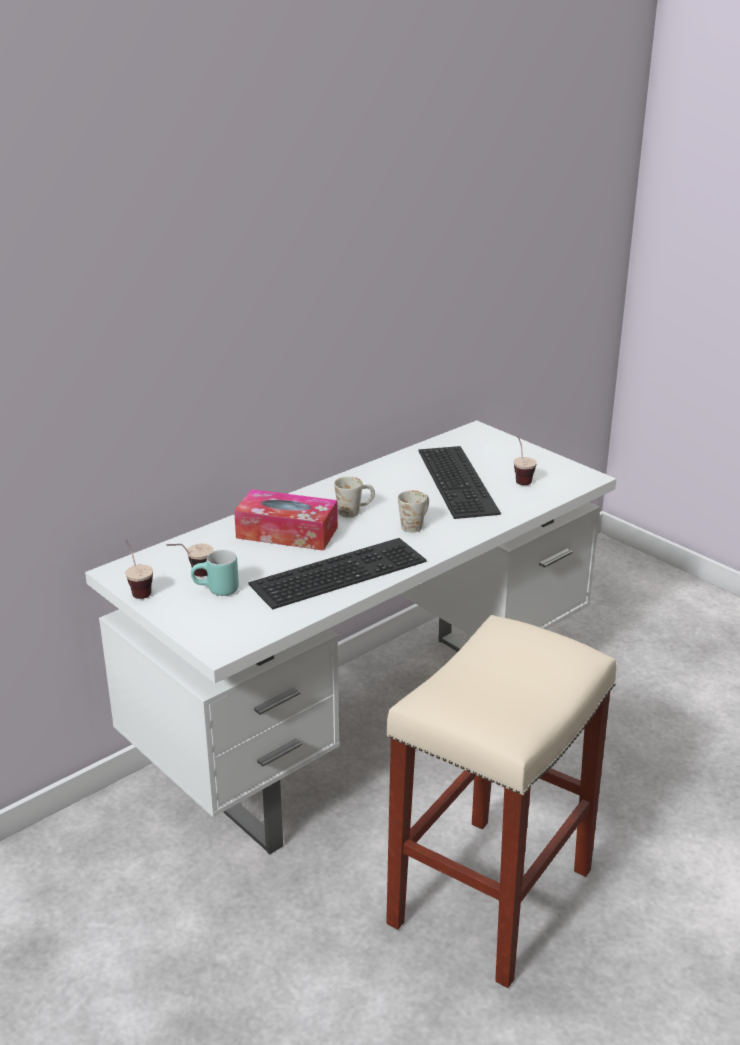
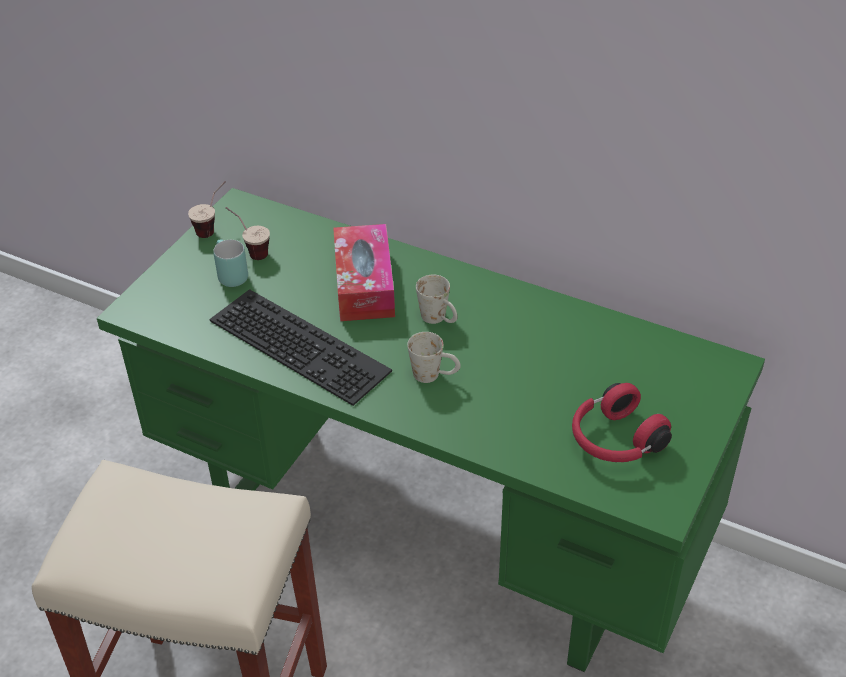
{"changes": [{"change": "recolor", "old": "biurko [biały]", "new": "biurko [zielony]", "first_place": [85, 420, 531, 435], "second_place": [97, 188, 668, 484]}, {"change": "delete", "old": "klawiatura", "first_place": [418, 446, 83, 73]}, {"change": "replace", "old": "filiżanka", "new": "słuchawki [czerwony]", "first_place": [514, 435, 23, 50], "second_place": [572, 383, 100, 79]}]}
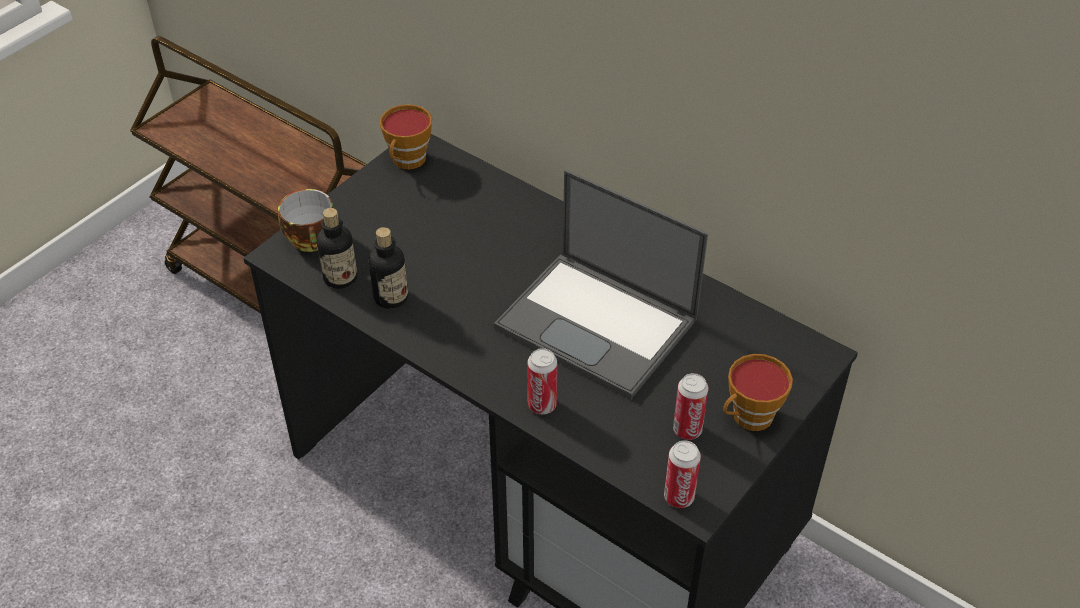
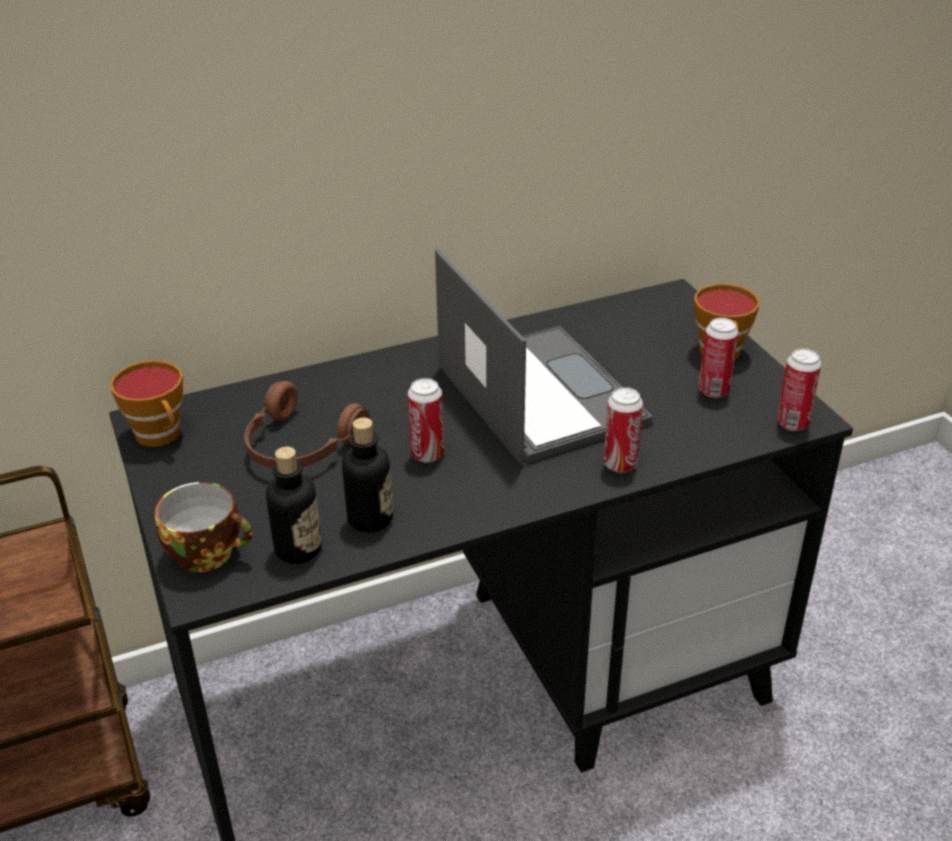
{"changes": [{"change": "rotate", "old": "laptop", "first_place": [494, 170, 214, 229], "second_place": [435, 249, 218, 216], "degrees": -90}, {"change": "insert", "new": "słuchawki [brązowy]", "second_place": [244, 381, 126, 87]}, {"change": "insert", "new": "puszka", "second_place": [408, 378, 36, 85]}]}
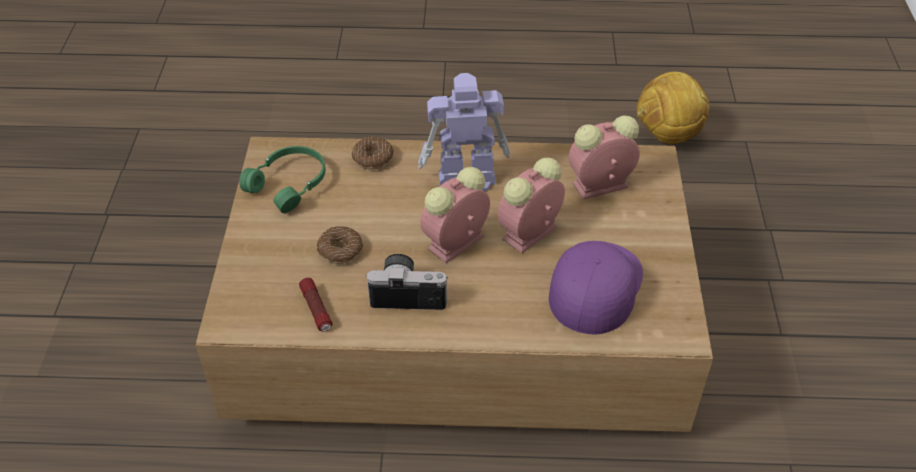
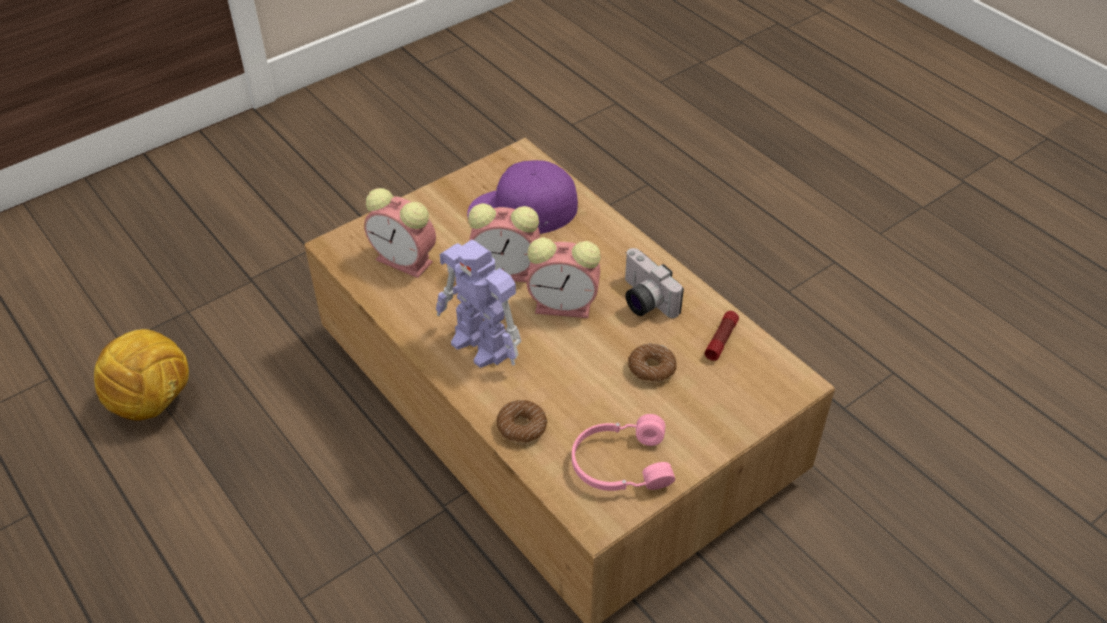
{"changes": [{"change": "recolor", "old": "słuchawki [zielony]", "new": "słuchawki [różowy]", "first_place": [239, 146, 87, 67], "second_place": [572, 414, 103, 77]}]}
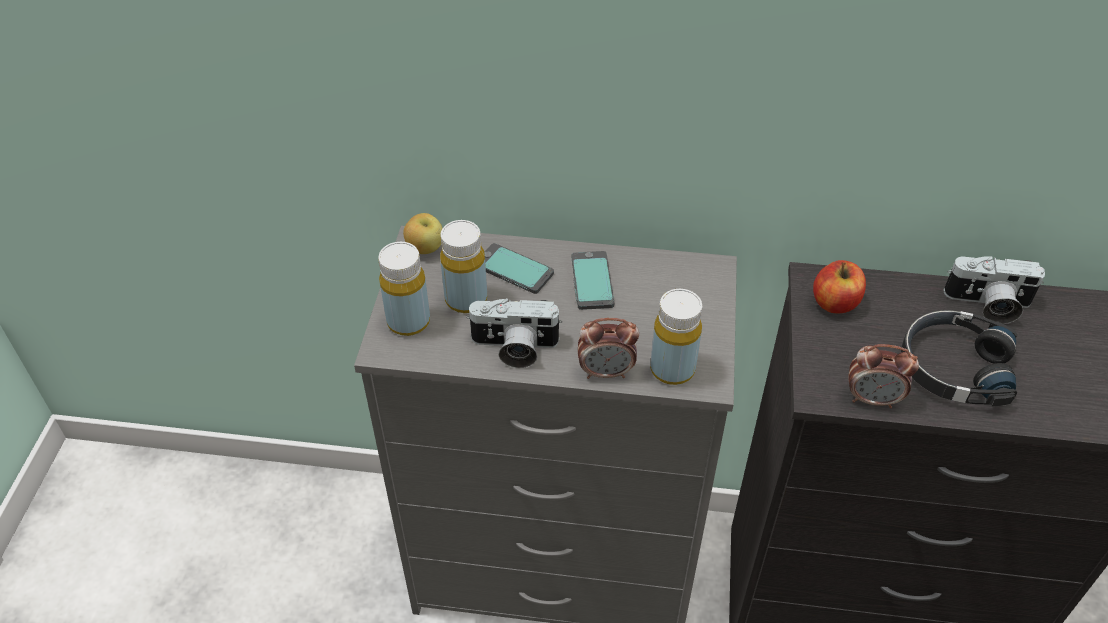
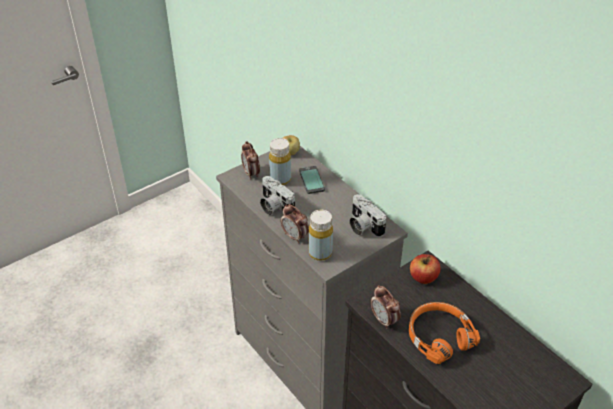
{"changes": [{"change": "replace", "old": "butelka [żółty]", "new": "budzik", "first_place": [378, 242, 52, 94], "second_place": [241, 141, 19, 39]}, {"change": "delete", "old": "telefon", "first_place": [572, 251, 42, 59]}, {"change": "recolor", "old": "słuchawki [czarny]", "new": "słuchawki [pomarańczowy]", "first_place": [901, 310, 116, 97], "second_place": [409, 302, 71, 62]}, {"change": "move", "old": "aparat fotograficzny", "first_place": [943, 256, 102, 68], "second_place": [350, 194, 36, 43]}]}
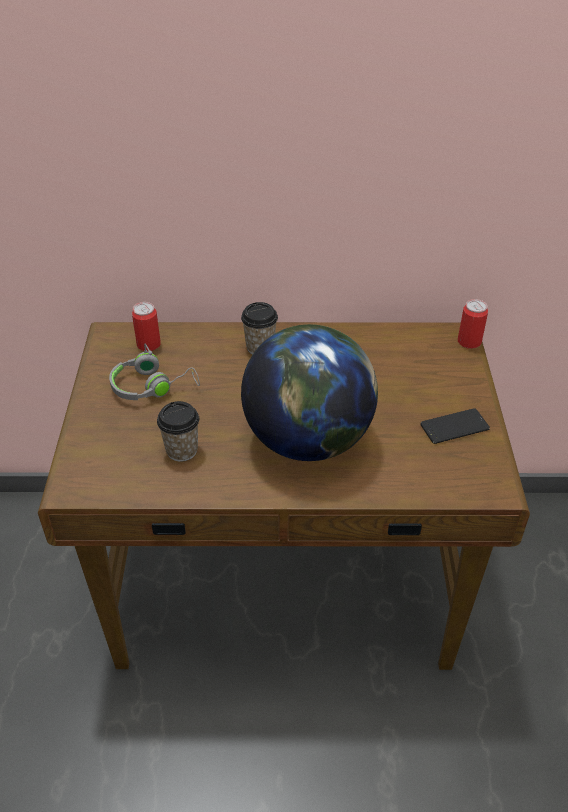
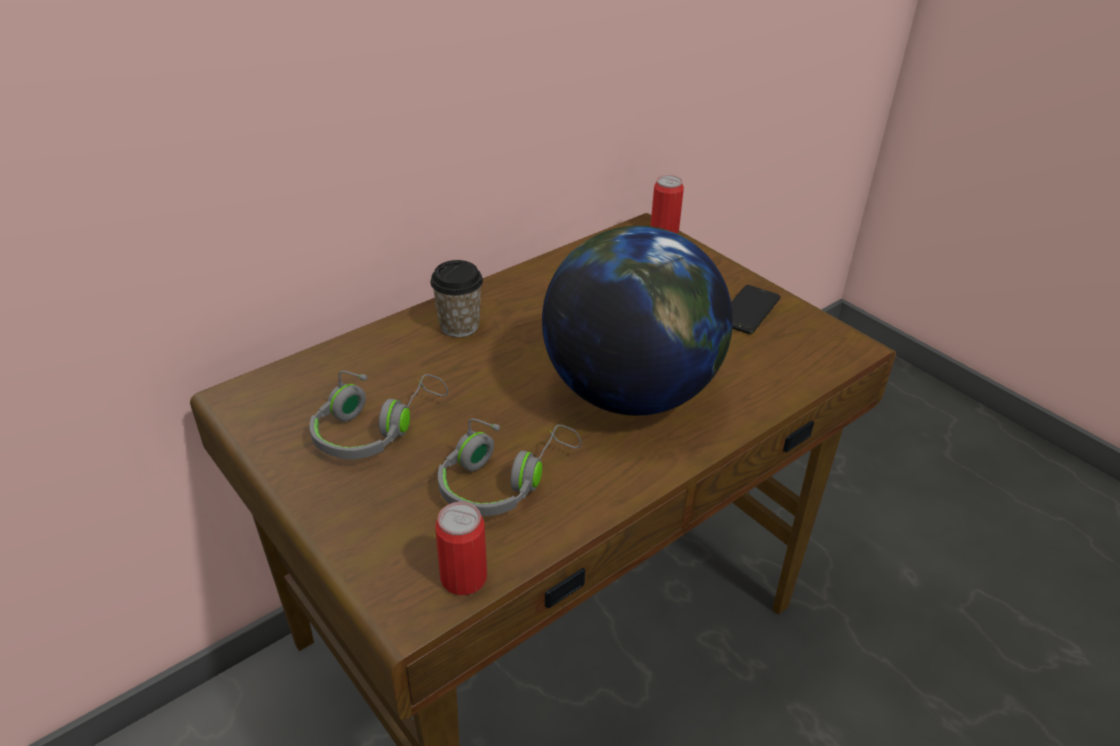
{"changes": [{"change": "move", "old": "puszka", "first_place": [132, 302, 29, 49], "second_place": [435, 502, 52, 93]}, {"change": "replace", "old": "filiżanka", "new": "słuchawki [szary]", "first_place": [157, 401, 42, 60], "second_place": [438, 419, 144, 97]}]}
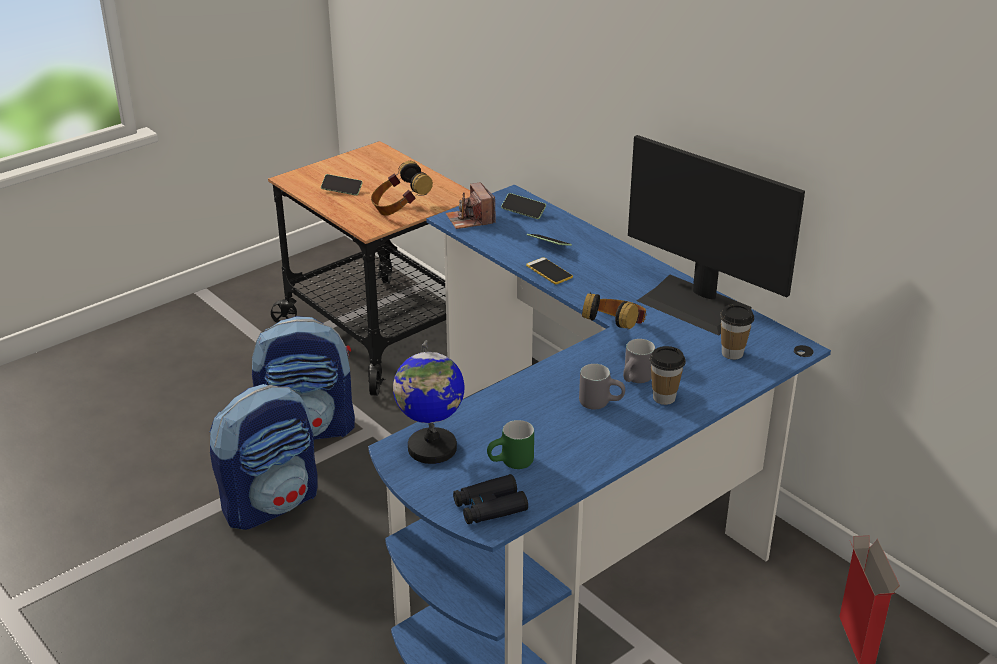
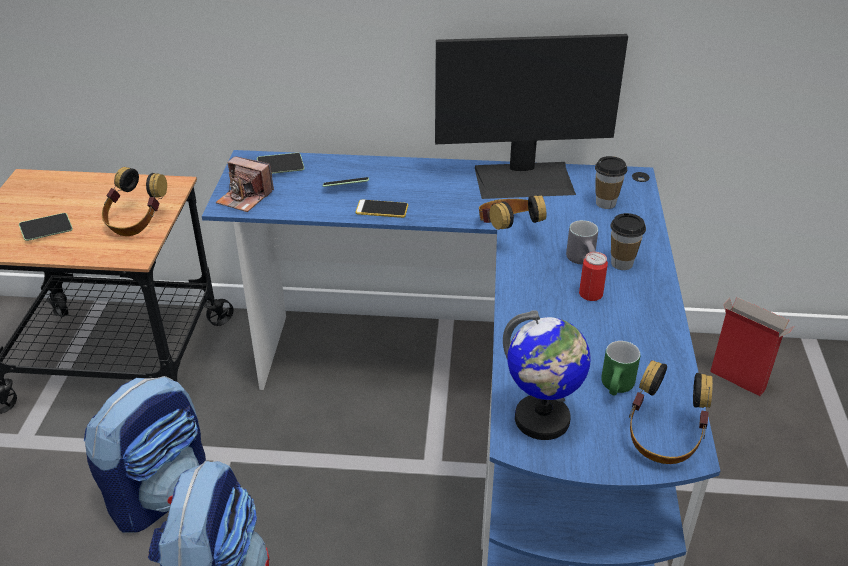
{"changes": [{"change": "replace", "old": "lornetka [czarny]", "new": "słuchawki", "first_place": [453, 474, 75, 50], "second_place": [629, 360, 84, 104]}, {"change": "replace", "old": "kubek [szary]", "new": "puszka", "first_place": [579, 364, 46, 46], "second_place": [579, 252, 29, 49]}]}
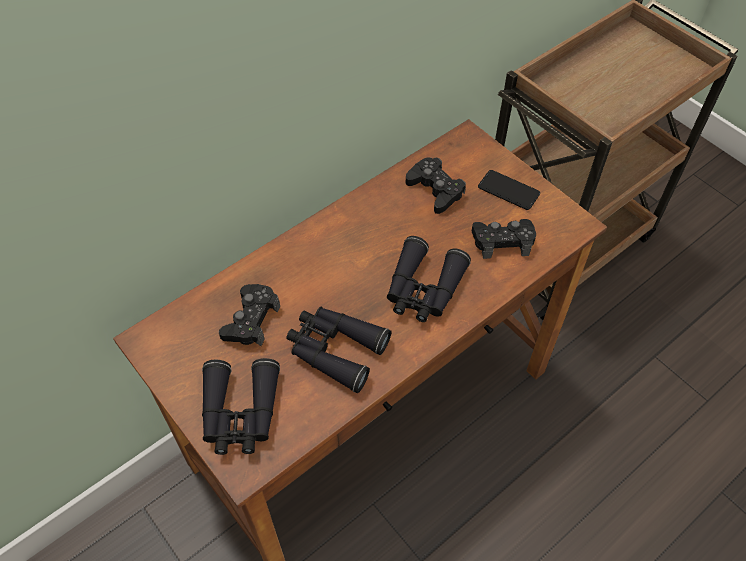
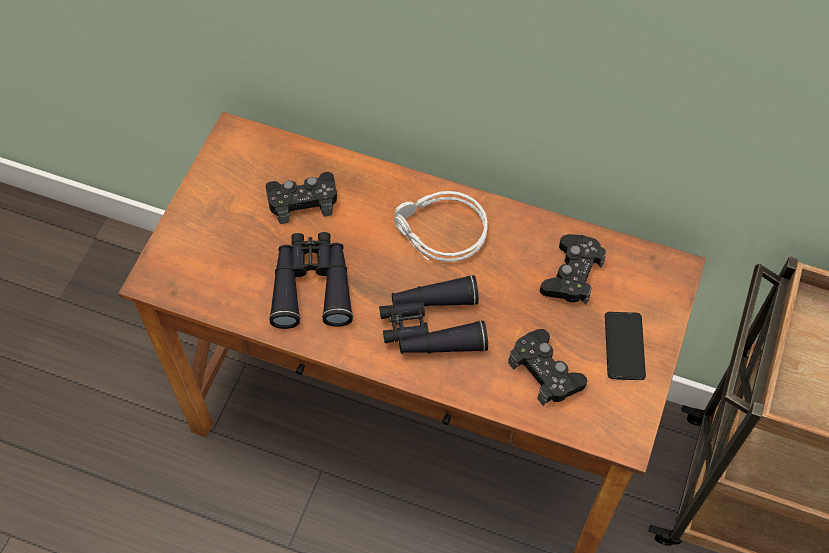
{"changes": [{"change": "delete", "old": "lornetka [czarny]", "first_place": [202, 358, 78, 97]}, {"change": "insert", "new": "słuchawki [szary]", "second_place": [394, 191, 94, 71]}]}
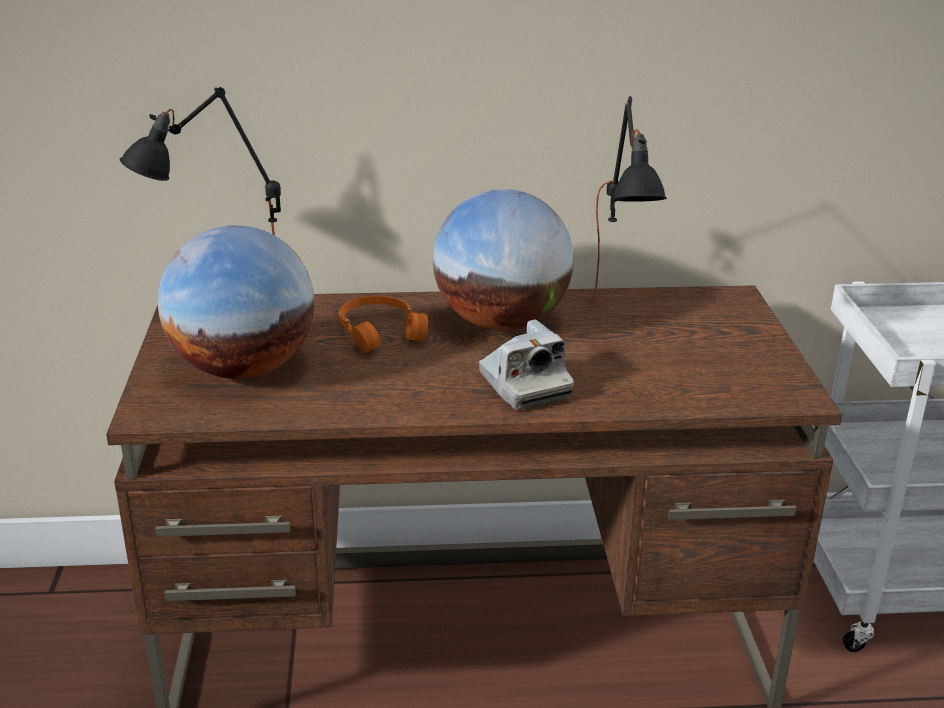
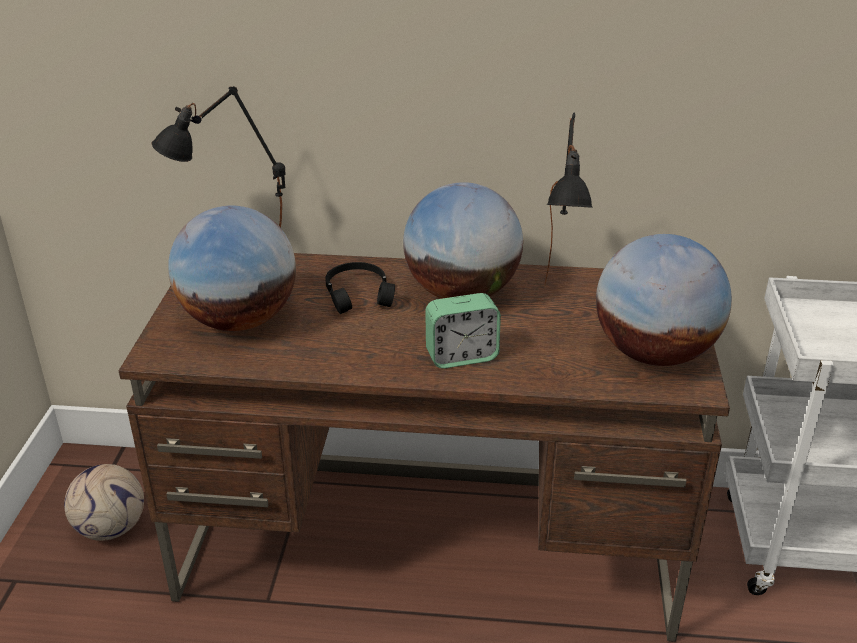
{"changes": [{"change": "recolor", "old": "słuchawki [pomarańczowy]", "new": "słuchawki [czarny]", "first_place": [339, 296, 89, 57], "second_place": [325, 262, 70, 52]}, {"change": "replace", "old": "aparat fotograficzny", "new": "budzik", "first_place": [479, 320, 95, 90], "second_place": [425, 293, 76, 76]}, {"change": "insert", "new": "piłka futbolowa", "second_place": [64, 464, 80, 77]}, {"change": "insert", "new": "globus", "second_place": [596, 234, 136, 132]}]}
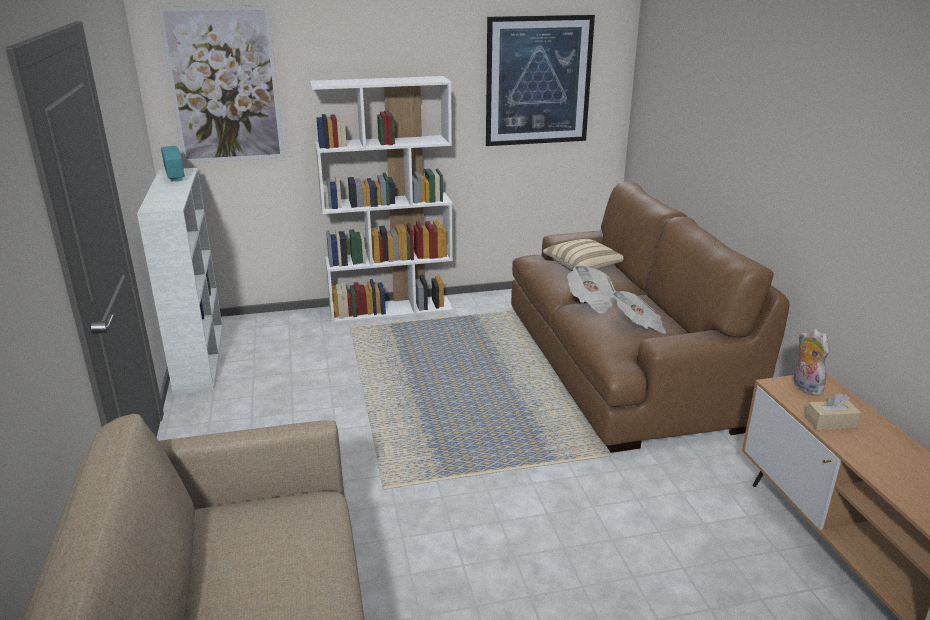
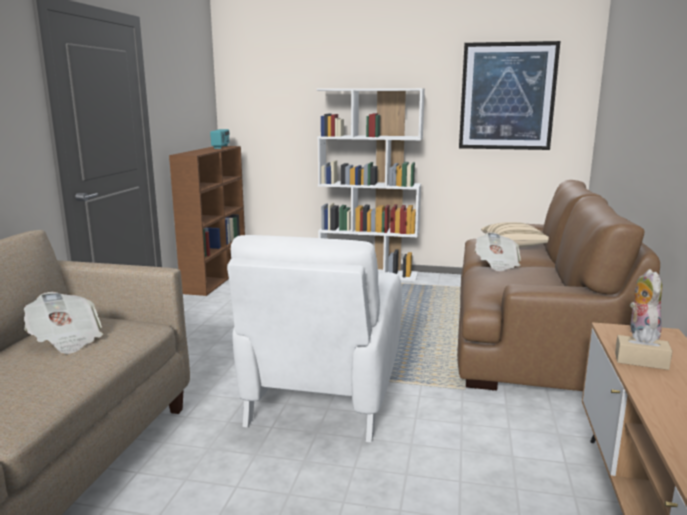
{"changes": [{"change": "recolor", "old": "regał [biały]", "new": "regał [brązowy]", "first_place": [137, 168, 85, 227], "second_place": [169, 146, 76, 150]}, {"change": "delete", "old": "obraz", "first_place": [157, 5, 128, 159]}, {"change": "move", "old": "gazeta", "first_place": [612, 291, 54, 43], "second_place": [24, 292, 79, 62]}, {"change": "insert", "new": "fotel [biały]", "second_place": [227, 235, 175, 208]}]}
